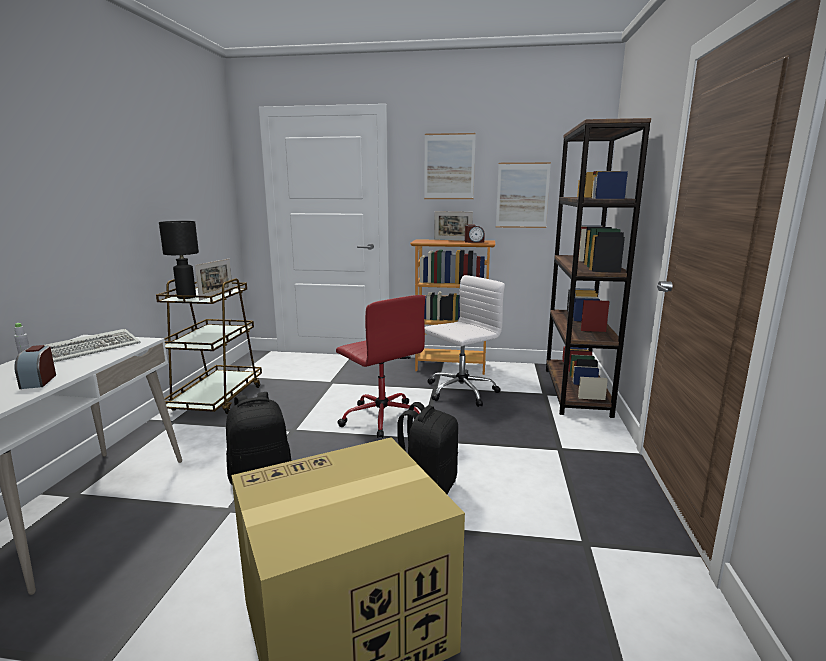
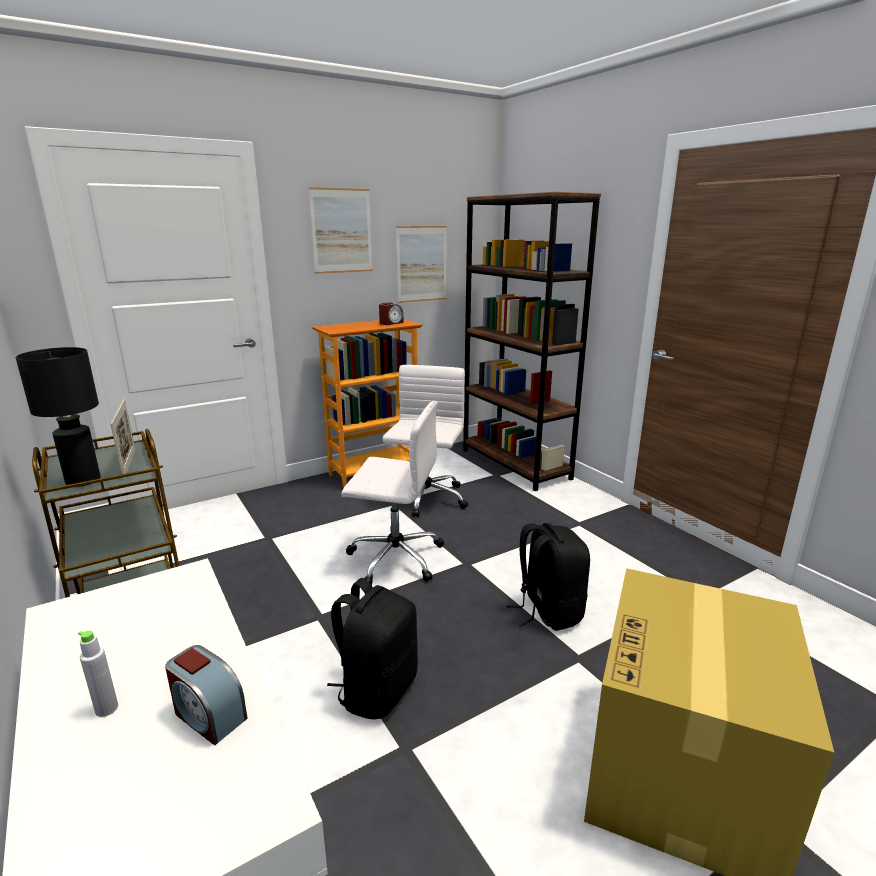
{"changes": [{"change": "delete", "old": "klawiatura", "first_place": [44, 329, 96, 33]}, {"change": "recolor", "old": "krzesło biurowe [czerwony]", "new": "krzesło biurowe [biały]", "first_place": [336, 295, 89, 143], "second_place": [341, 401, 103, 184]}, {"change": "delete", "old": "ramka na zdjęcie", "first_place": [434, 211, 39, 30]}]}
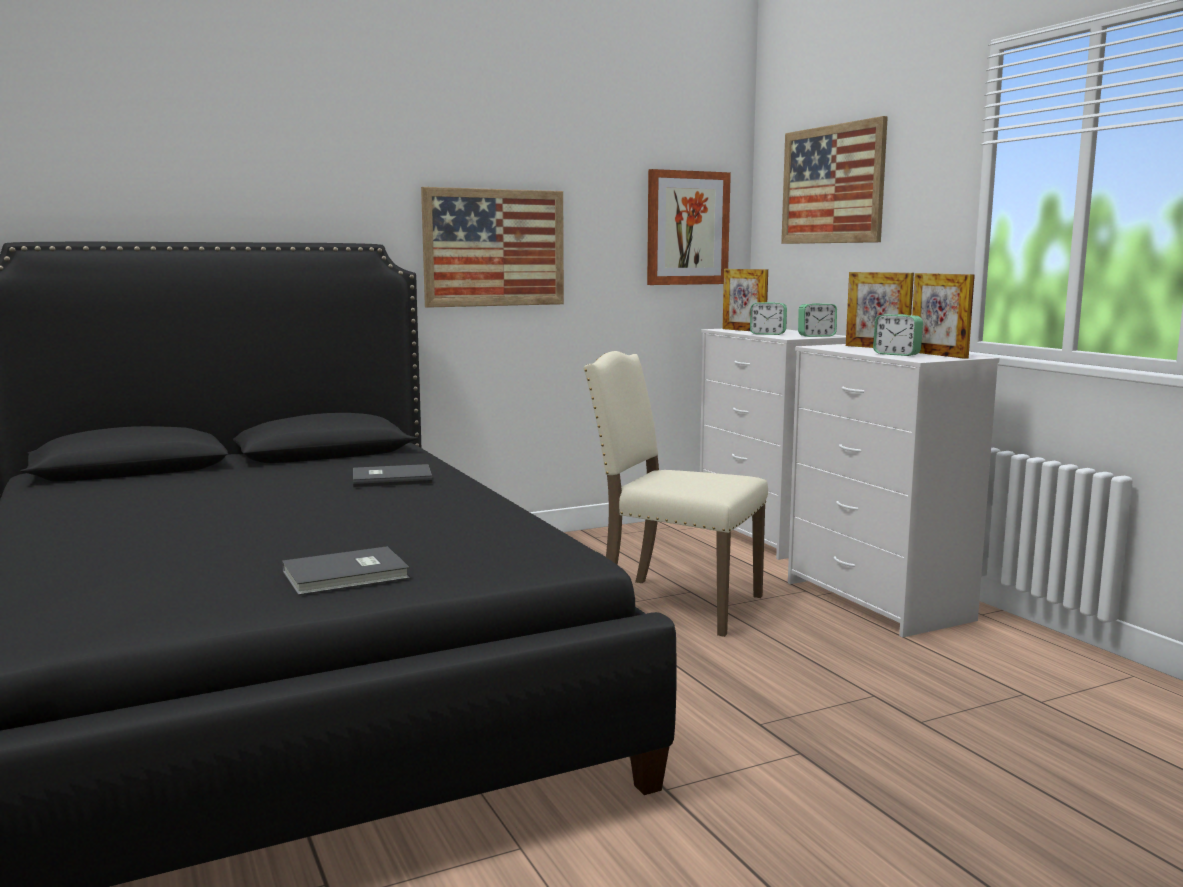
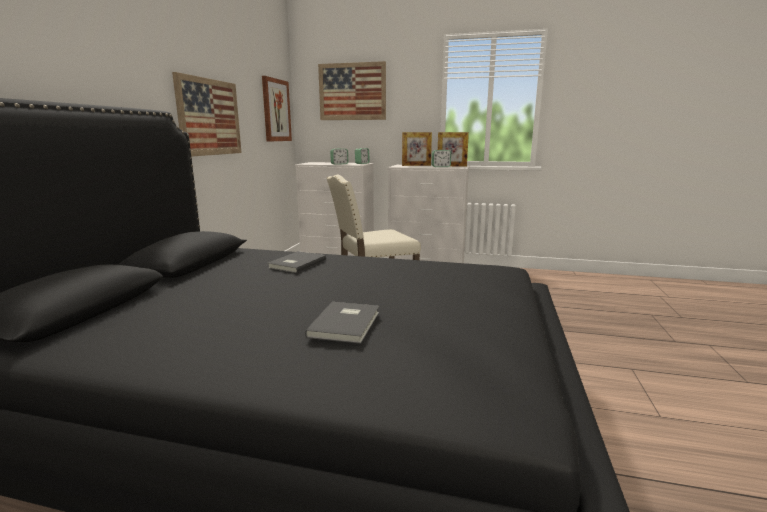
{"changes": [{"change": "move", "old": "książka [szary]", "first_place": [282, 546, 128, 49], "second_place": [305, 302, 74, 42]}, {"change": "delete", "old": "ramka na zdjęcie", "first_place": [722, 269, 46, 62]}]}
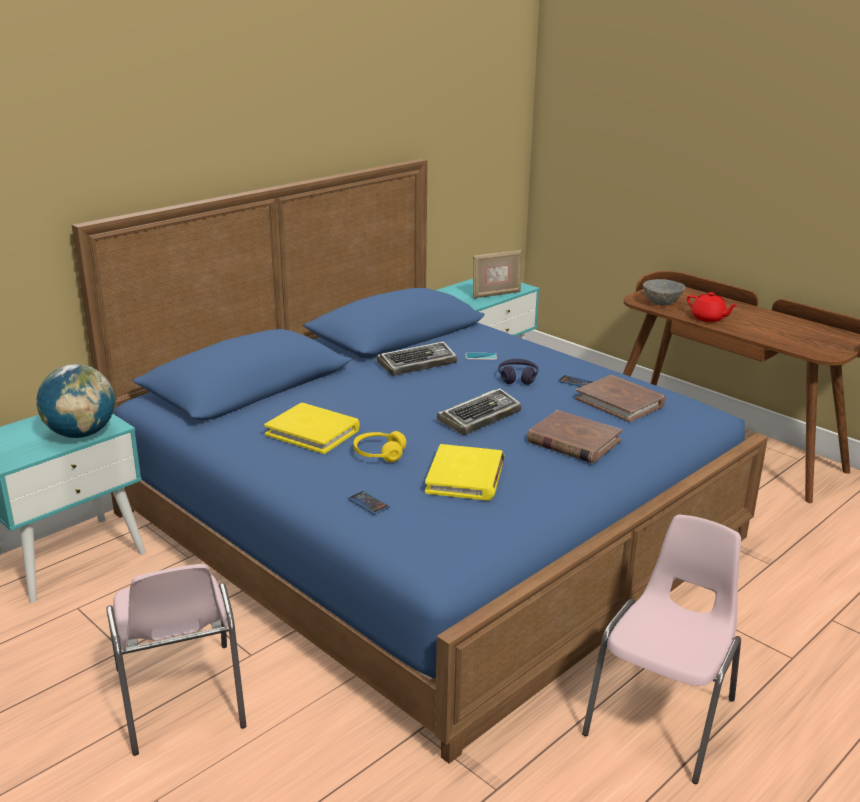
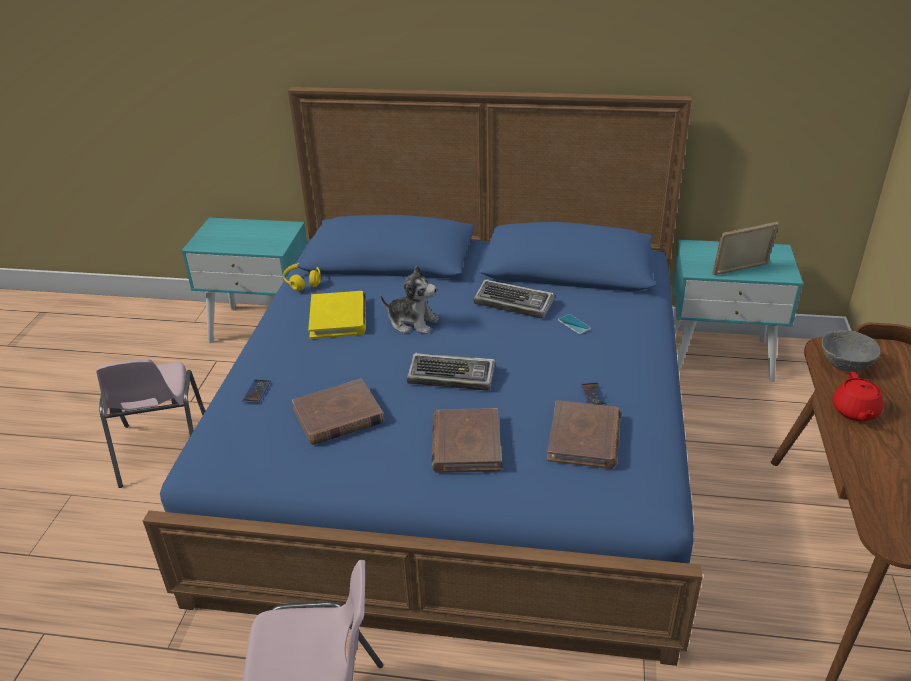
{"changes": [{"change": "delete", "old": "globus", "first_place": [36, 364, 79, 74]}, {"change": "rotate", "old": "krzesło [różowy]", "first_place": [106, 564, 141, 192], "second_place": [96, 359, 109, 129], "degrees": -45}, {"change": "move", "old": "słuchawki [żółty]", "first_place": [354, 431, 52, 31], "second_place": [283, 263, 38, 28]}, {"change": "recolor", "old": "książka [żółty]", "new": "książka [brązowy]", "first_place": [425, 444, 80, 57], "second_place": [292, 379, 92, 66]}, {"change": "rotate", "old": "ramka na zdjęcie", "first_place": [473, 250, 48, 49], "second_place": [712, 222, 67, 53], "degrees": 135}, {"change": "delete", "old": "słuchawki [fioletowy]", "first_place": [498, 359, 40, 26]}, {"change": "insert", "new": "pluszak", "second_place": [380, 266, 59, 68]}]}
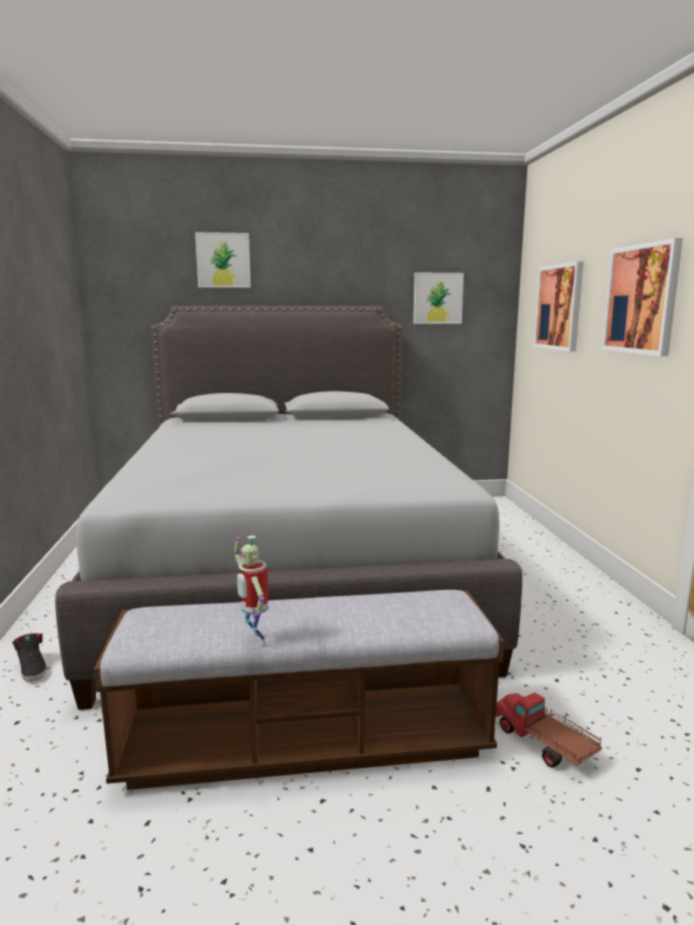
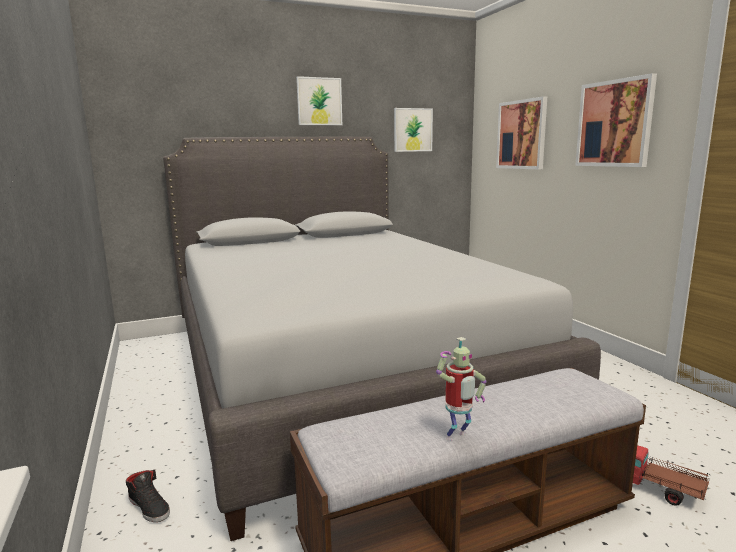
{"changes": [{"change": "move", "old": "obraz", "first_place": [195, 232, 56, 56], "second_place": [296, 76, 46, 49]}, {"change": "rotate", "old": "robot zabawkowy", "first_place": [231, 535, 38, 109], "second_place": [436, 337, 50, 104], "degrees": -75}]}
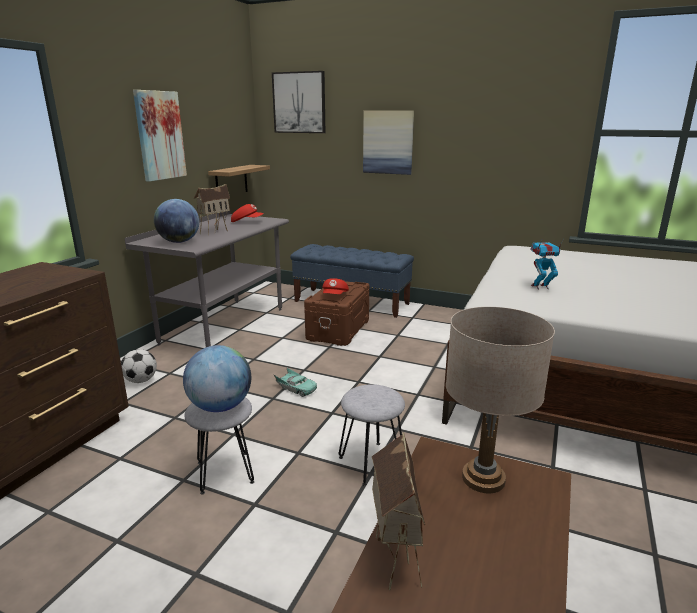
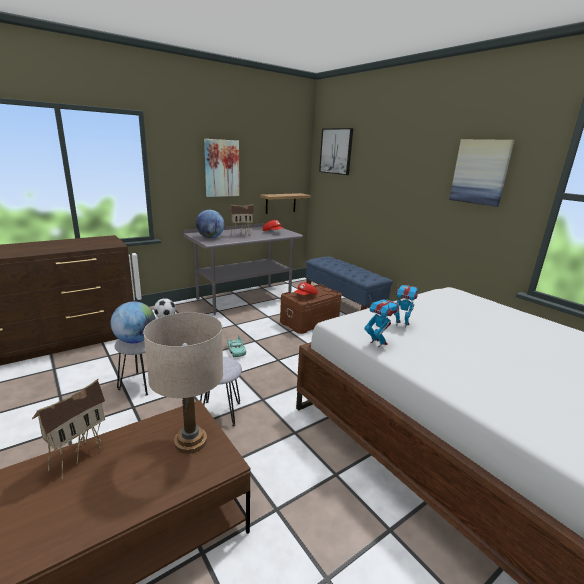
{"changes": [{"change": "move", "old": "obraz", "first_place": [363, 111, 51, 64], "second_place": [449, 139, 66, 68]}, {"change": "insert", "new": "robot zabawkowy", "second_place": [364, 295, 35, 52]}]}
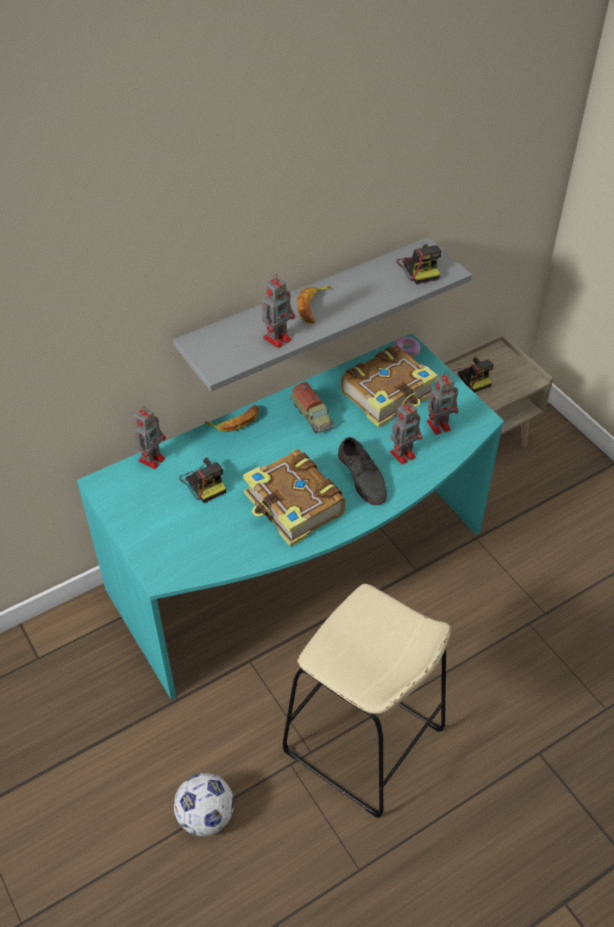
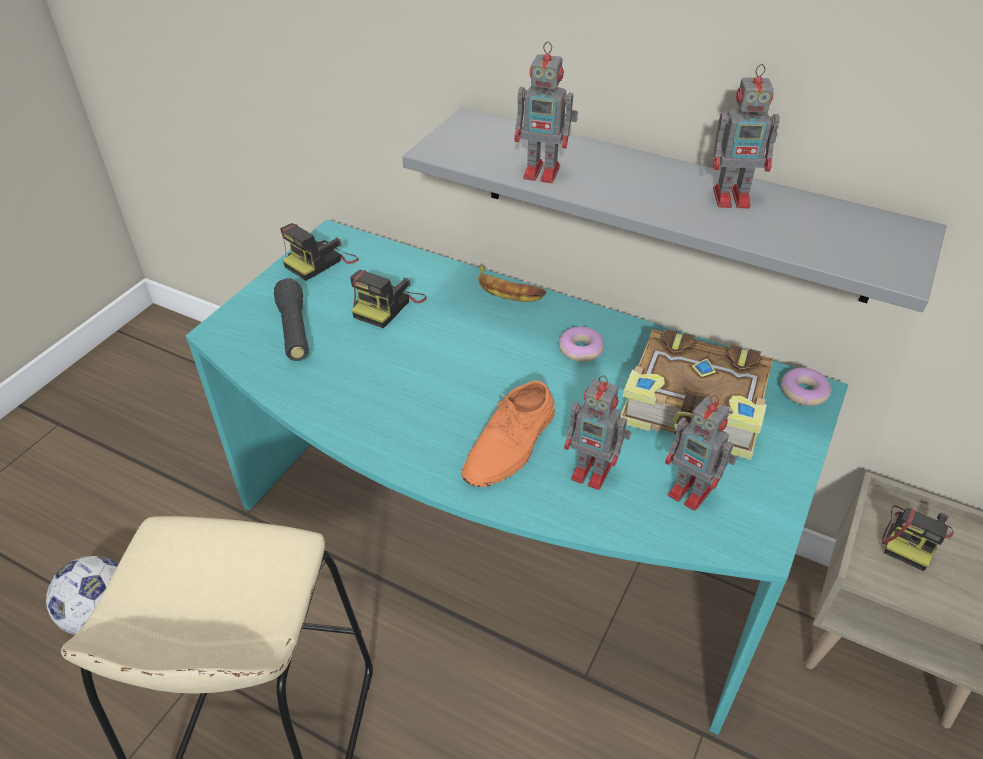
{"changes": [{"change": "move", "old": "robot zabawkowy", "first_place": [134, 406, 32, 63], "second_place": [713, 64, 67, 144]}, {"change": "delete", "old": "książka", "first_place": [243, 449, 102, 98]}, {"change": "replace", "old": "ciężarówka zabawkowa", "new": "donut", "first_place": [290, 382, 44, 51], "second_place": [559, 326, 45, 36]}, {"change": "delete", "old": "banan", "first_place": [297, 286, 34, 38]}, {"change": "recolor", "old": "but [szary]", "new": "but [pomarańczowy]", "first_place": [338, 437, 49, 68], "second_place": [462, 380, 93, 107]}, {"change": "move", "old": "aparat fotograficzny", "first_place": [396, 244, 45, 40], "second_place": [280, 223, 79, 58]}, {"change": "insert", "new": "latarka [czarny]", "second_place": [274, 278, 35, 83]}]}
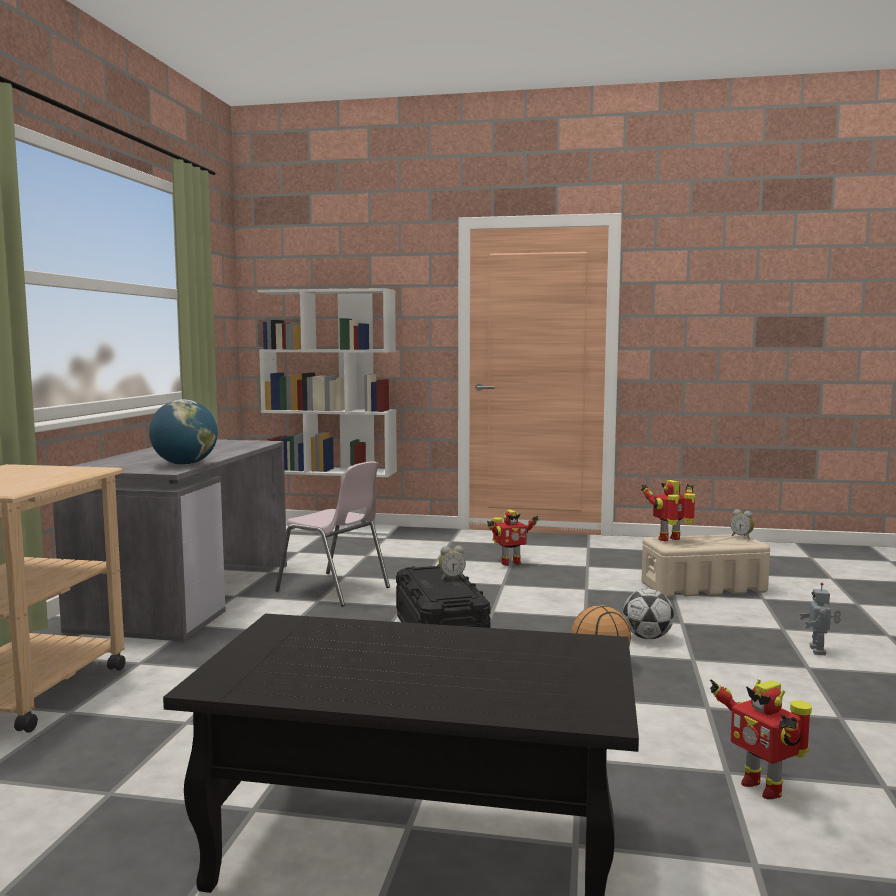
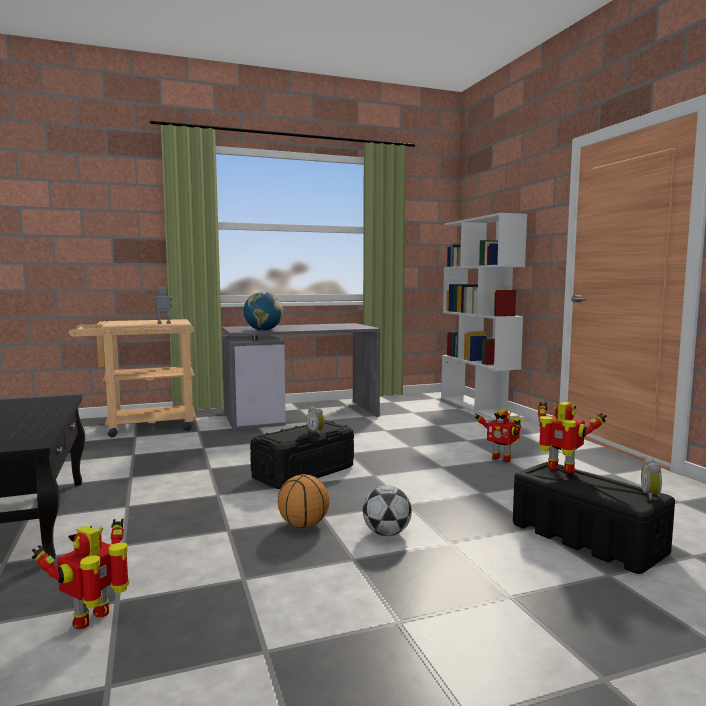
{"changes": [{"change": "delete", "old": "krzesło [różowy]", "first_place": [275, 462, 115, 144]}, {"change": "recolor", "old": "pojemnik do przechowywania [beżowy]", "new": "pojemnik do przechowywania [czarny]", "first_place": [642, 534, 128, 63], "second_place": [513, 462, 162, 112]}, {"change": "move", "old": "robot zabawkowy", "first_place": [799, 583, 42, 72], "second_place": [154, 283, 18, 41]}]}
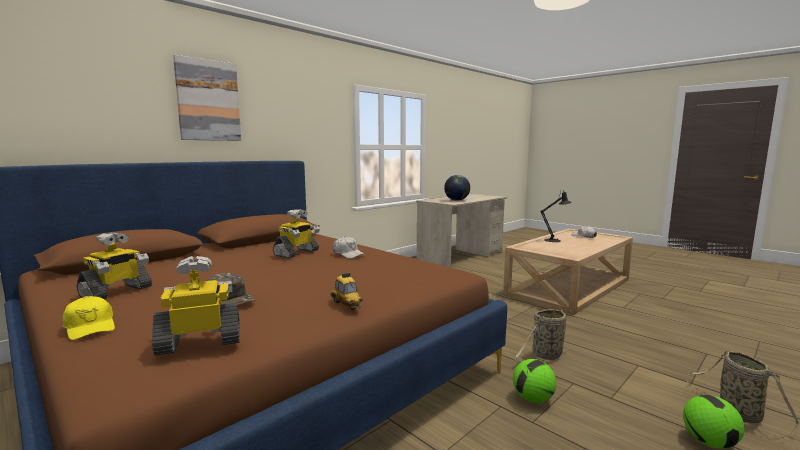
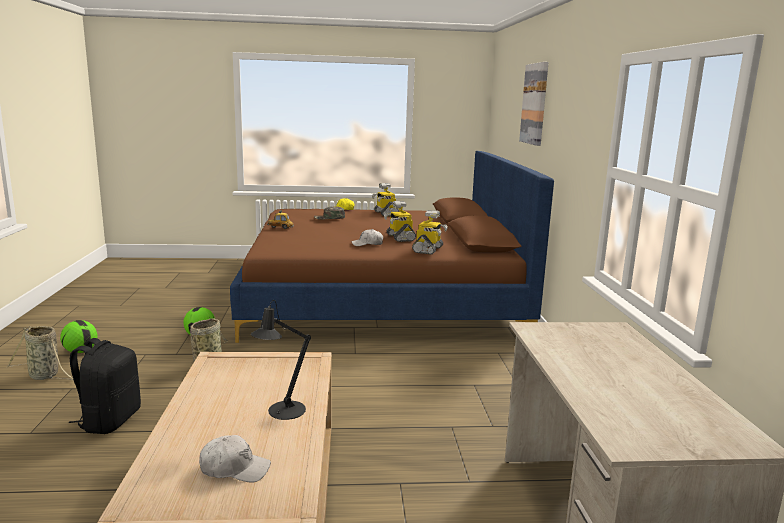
{"changes": [{"change": "move", "old": "robot zabawkowy", "first_place": [152, 256, 88, 100], "second_place": [412, 210, 36, 45]}, {"change": "delete", "old": "globus", "first_place": [444, 175, 26, 26]}, {"change": "insert", "new": "plecak [czarny]", "second_place": [69, 338, 72, 96]}]}
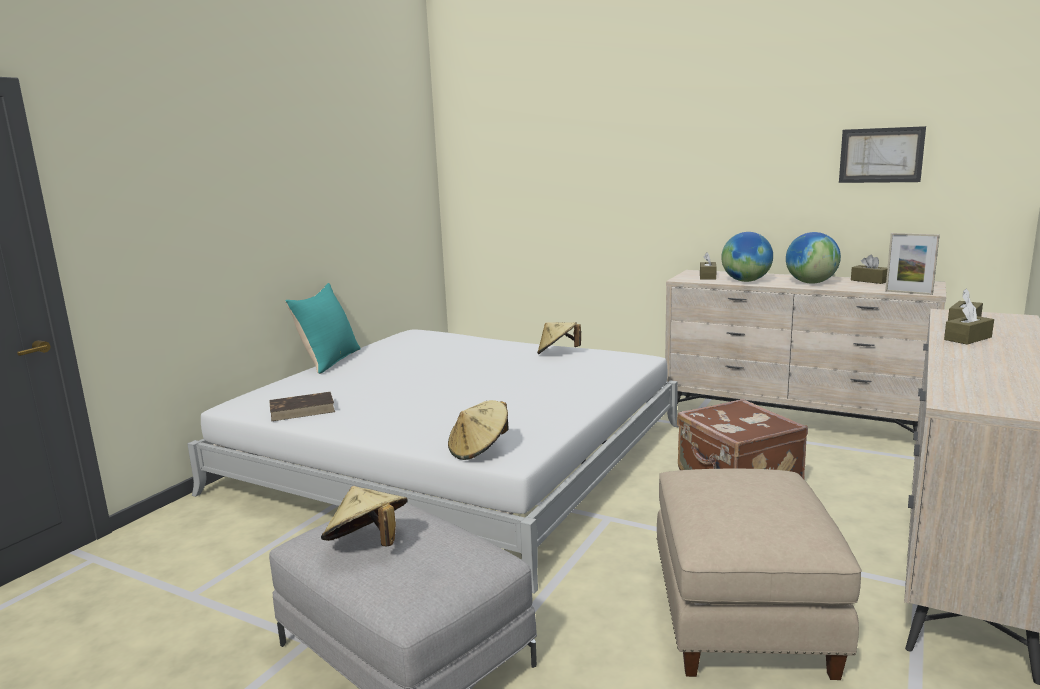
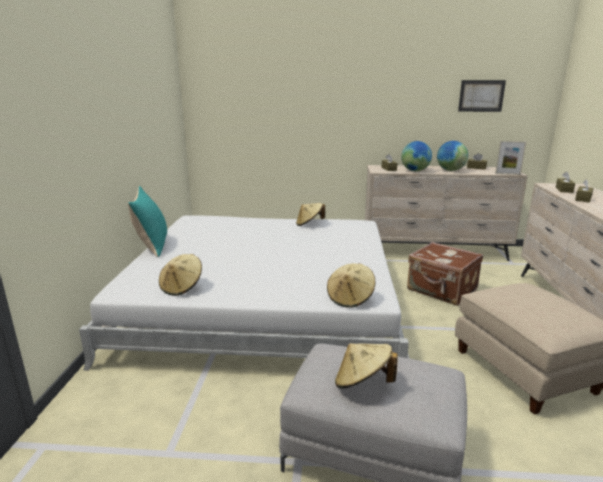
{"changes": [{"change": "replace", "old": "książka [brązowy]", "new": "kapelusz [beżowy]", "first_place": [269, 392, 66, 29], "second_place": [159, 254, 43, 42]}]}
